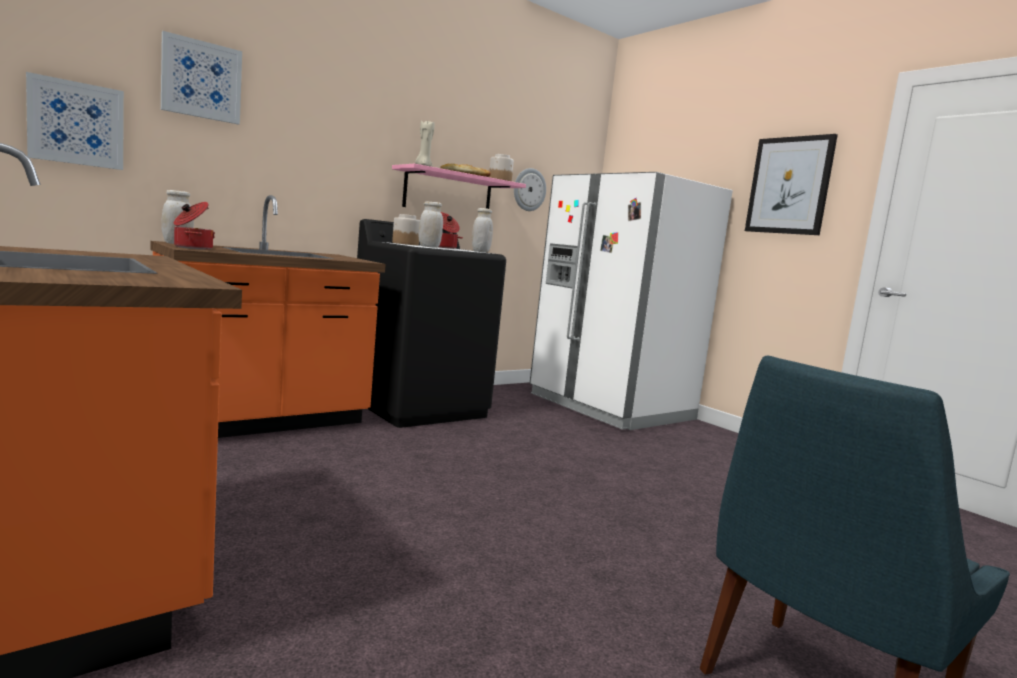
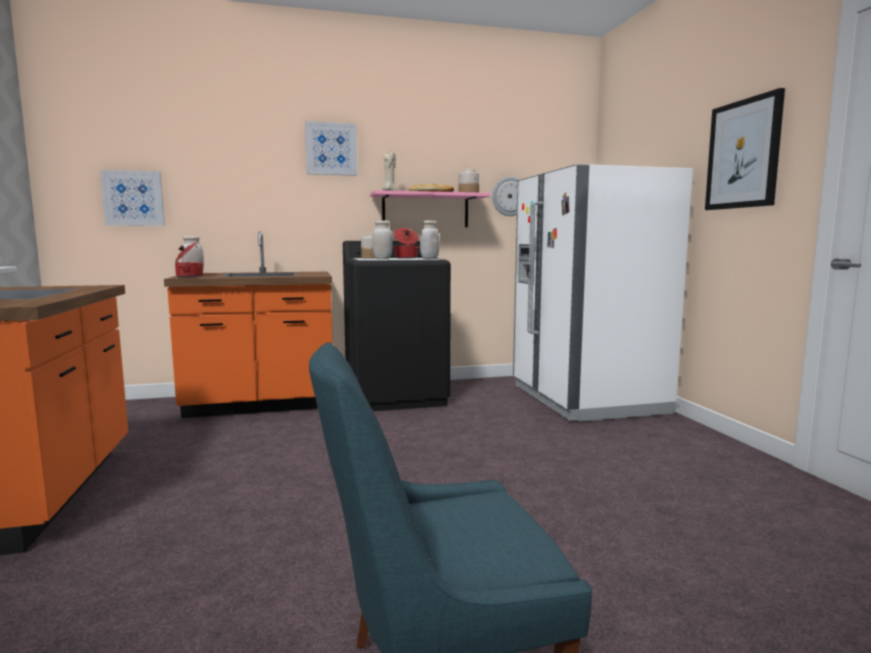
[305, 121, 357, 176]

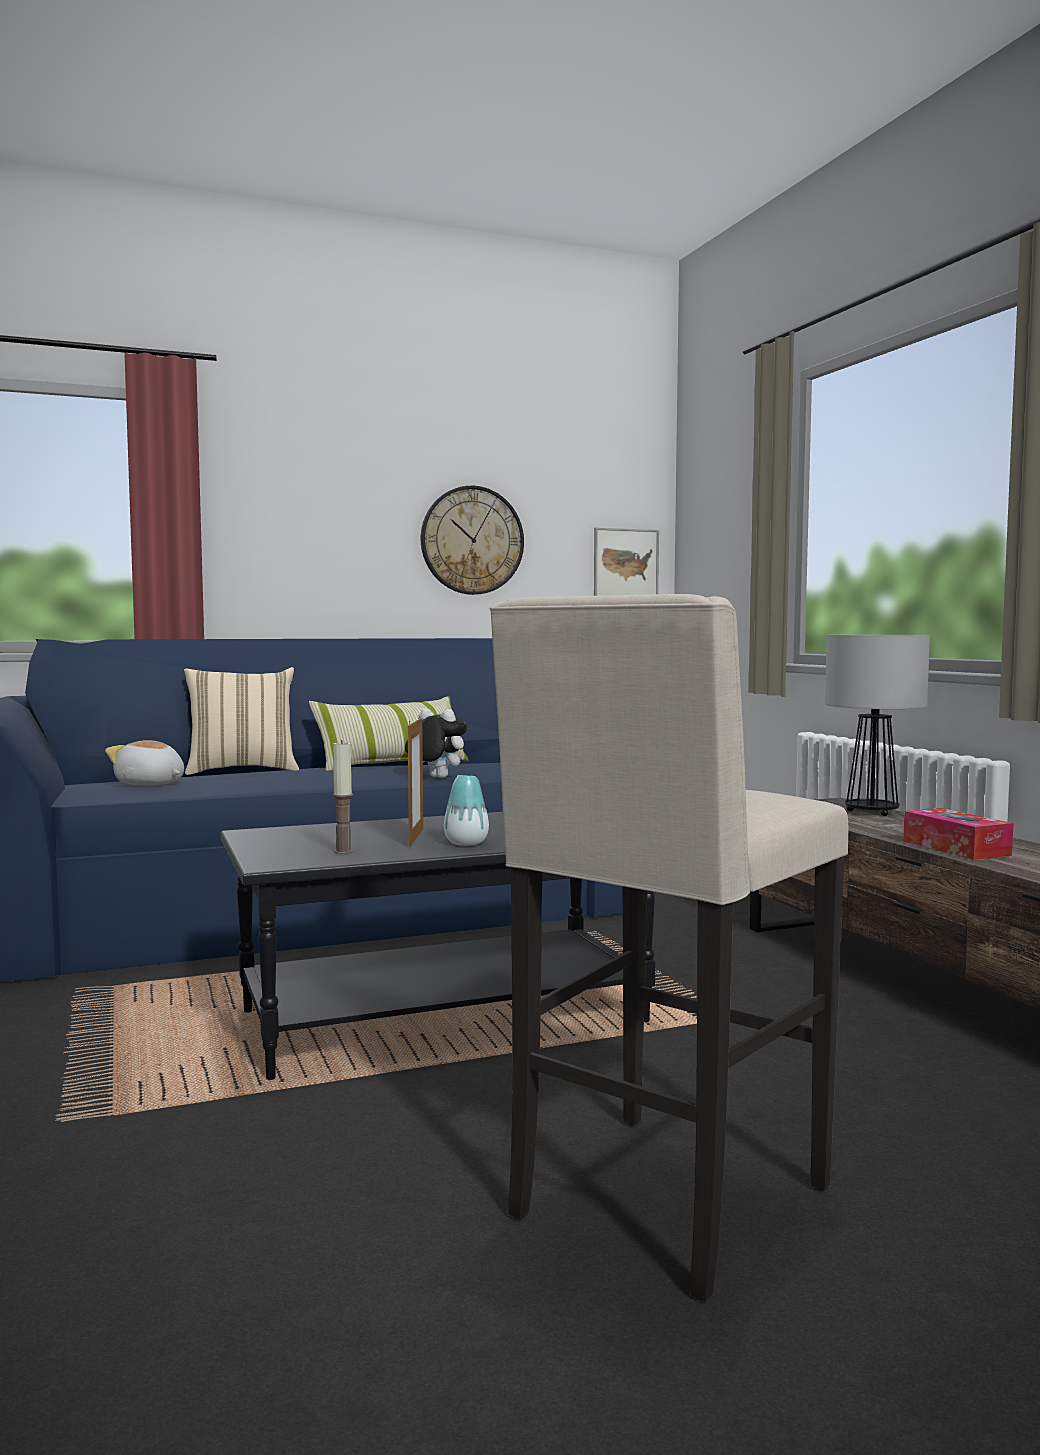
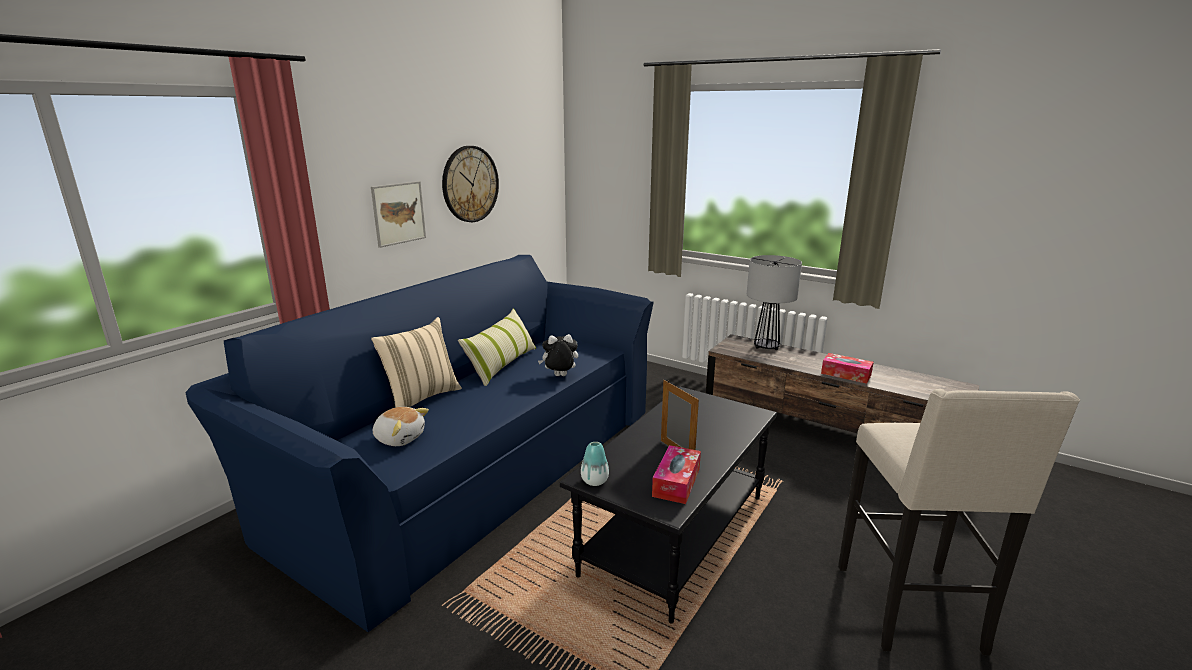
[373, 407, 429, 446]
[652, 445, 701, 504]
[581, 442, 609, 486]
[371, 181, 426, 248]

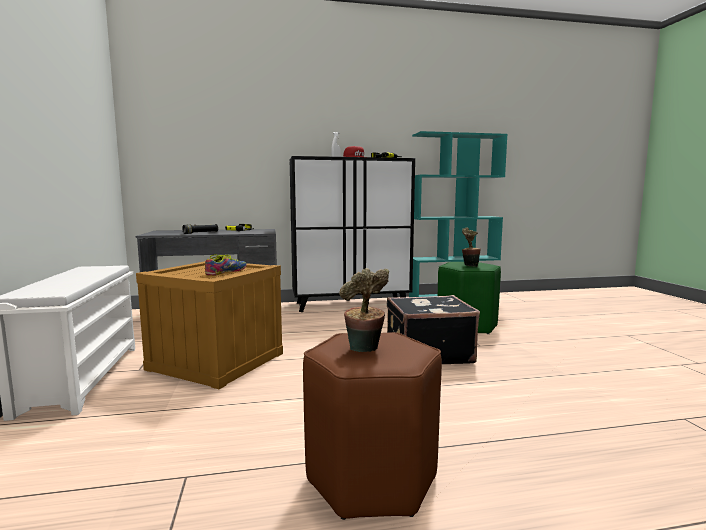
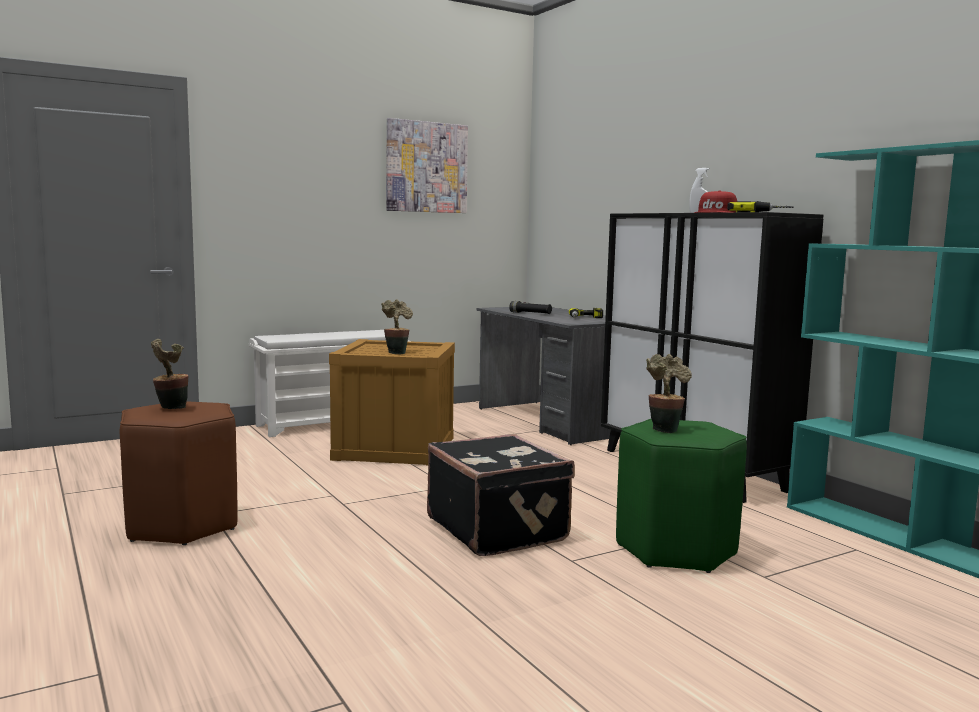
[381, 299, 413, 355]
[387, 118, 468, 213]

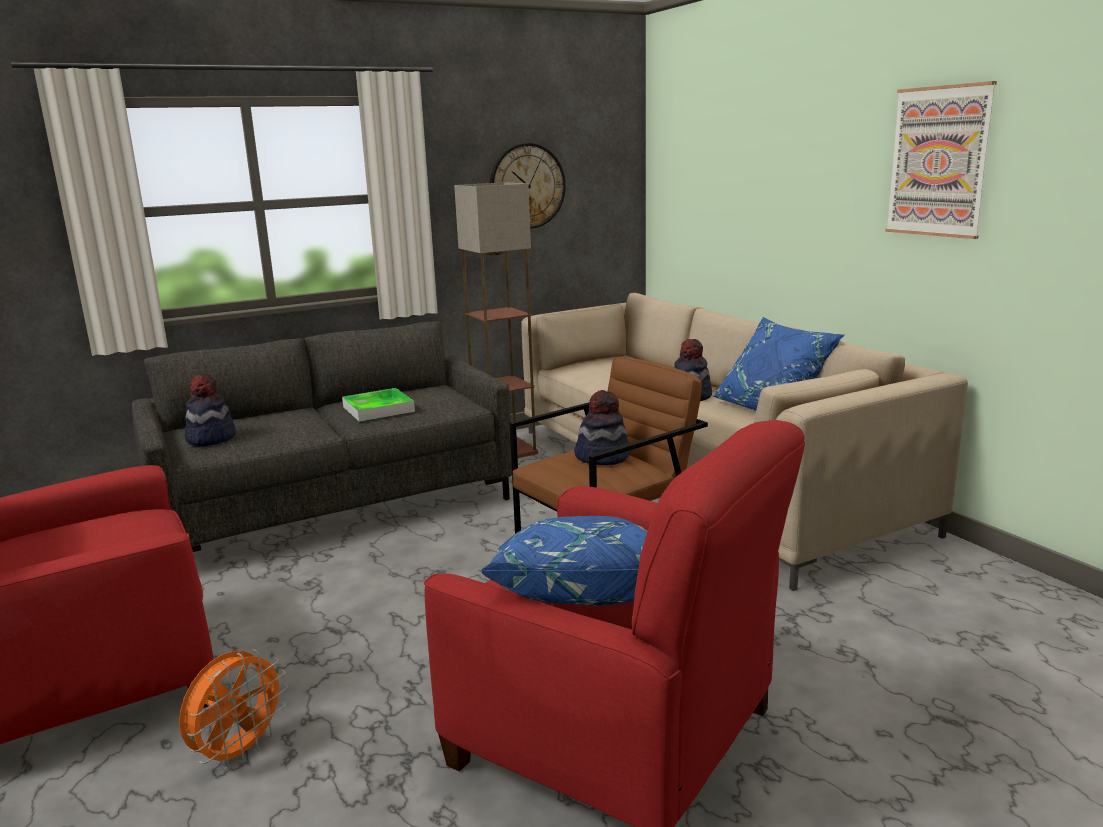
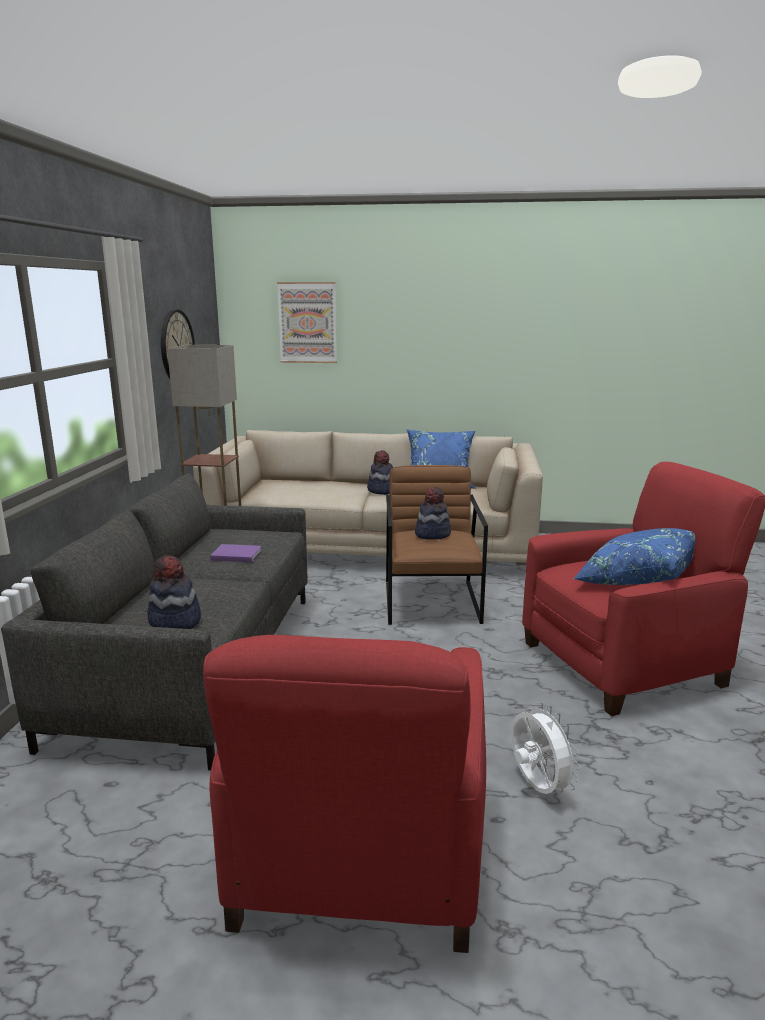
[511, 702, 581, 794]
[210, 544, 262, 562]
[277, 282, 337, 363]

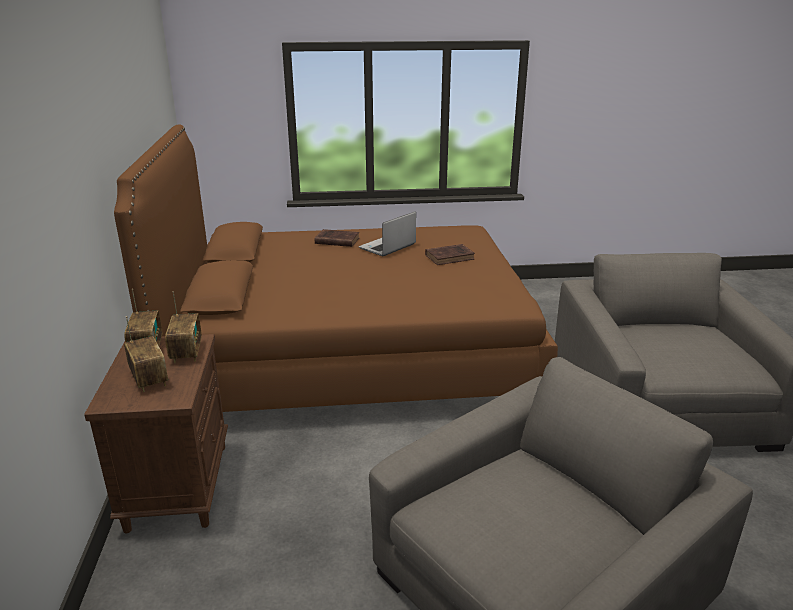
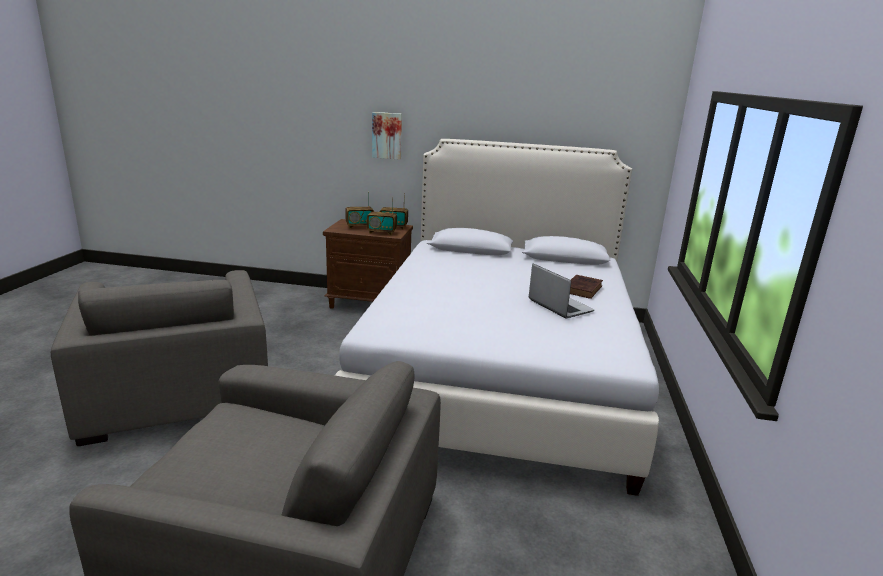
[335, 139, 659, 496]
[425, 244, 475, 265] (first image)
[372, 112, 402, 160]

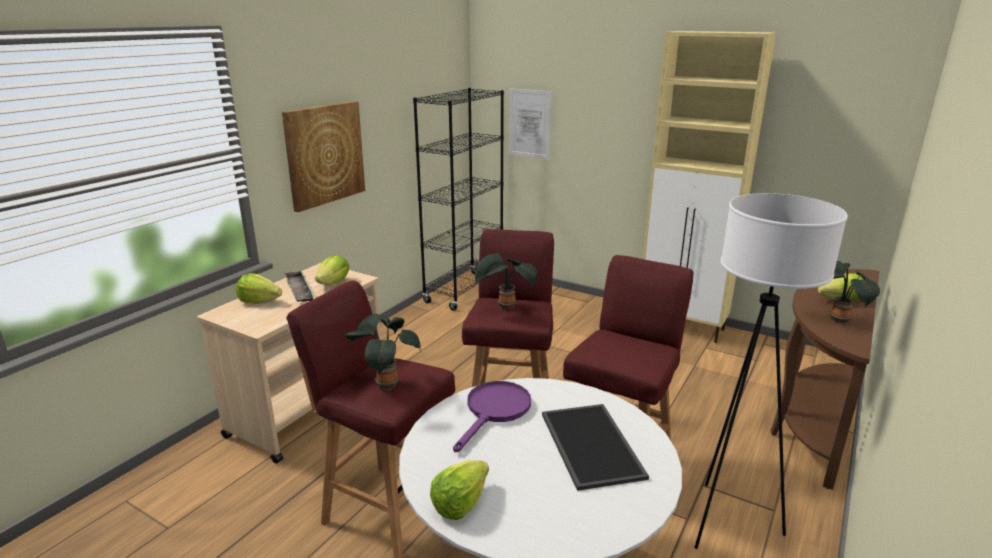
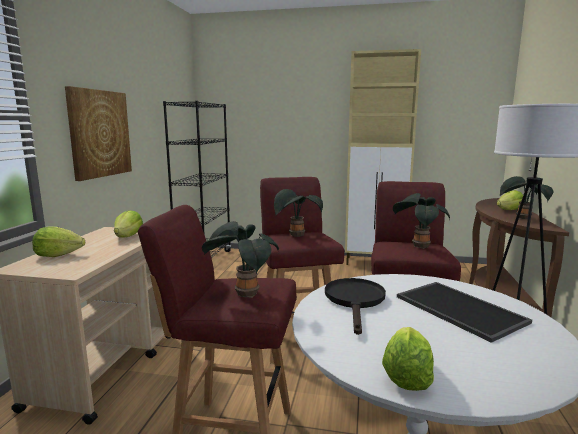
[283, 270, 316, 302] (first image)
[325, 278, 386, 335]
[509, 88, 552, 159] (first image)
[393, 193, 450, 249]

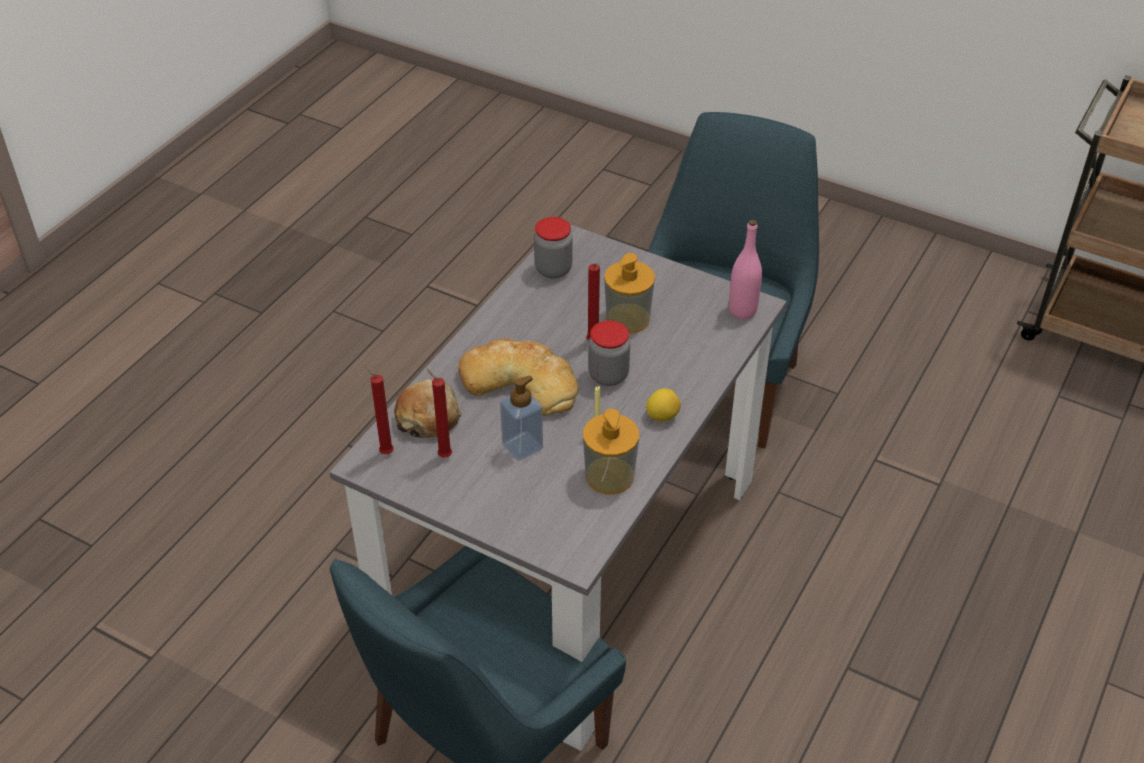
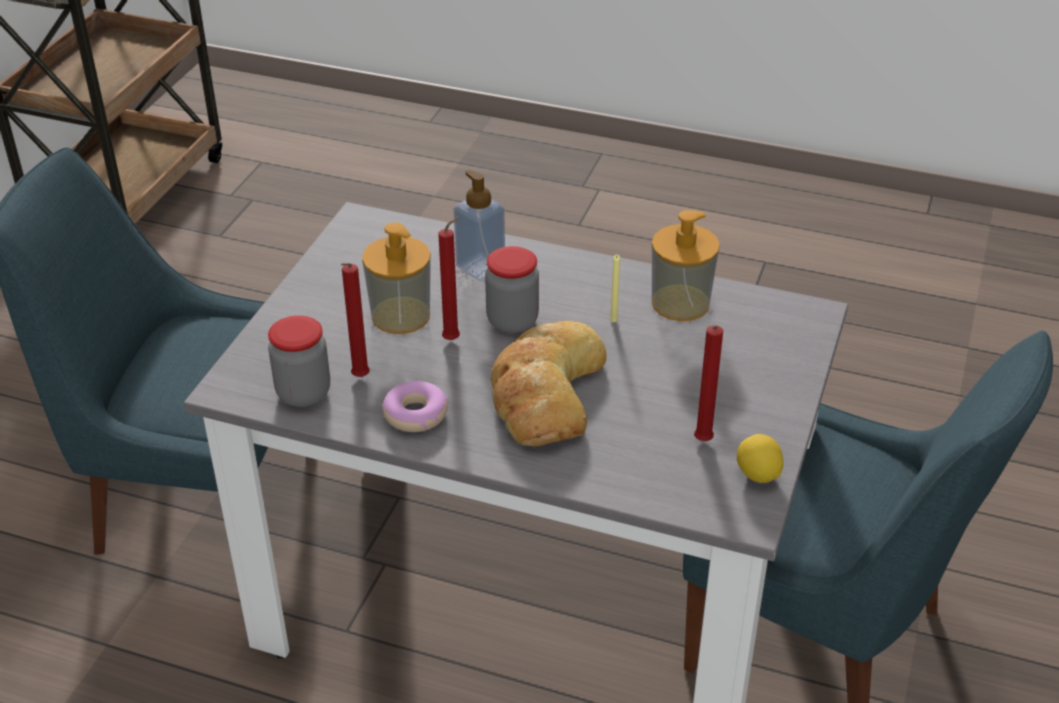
[341, 263, 370, 377]
[394, 378, 462, 438] (first image)
[454, 170, 505, 280]
[737, 434, 784, 483]
[729, 220, 762, 319] (first image)
[382, 381, 448, 432]

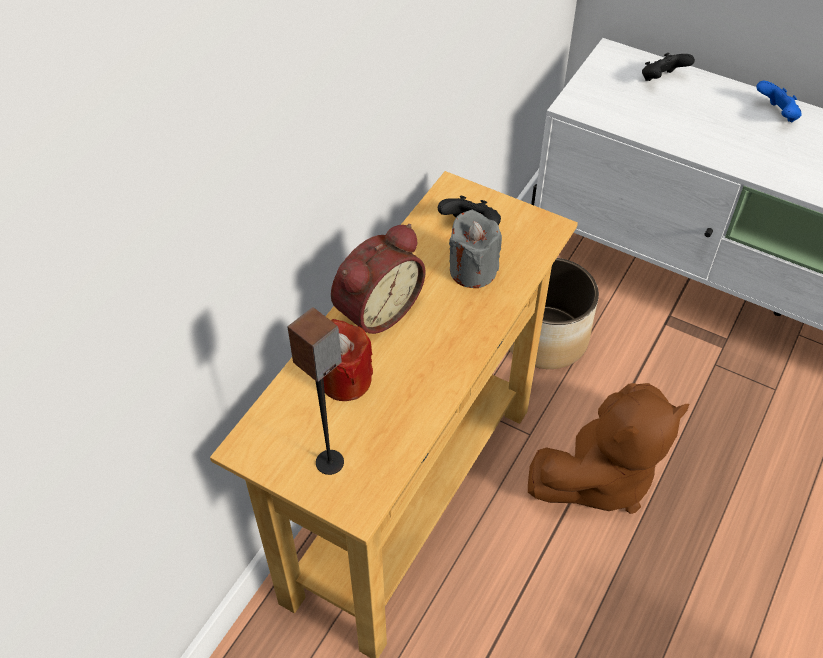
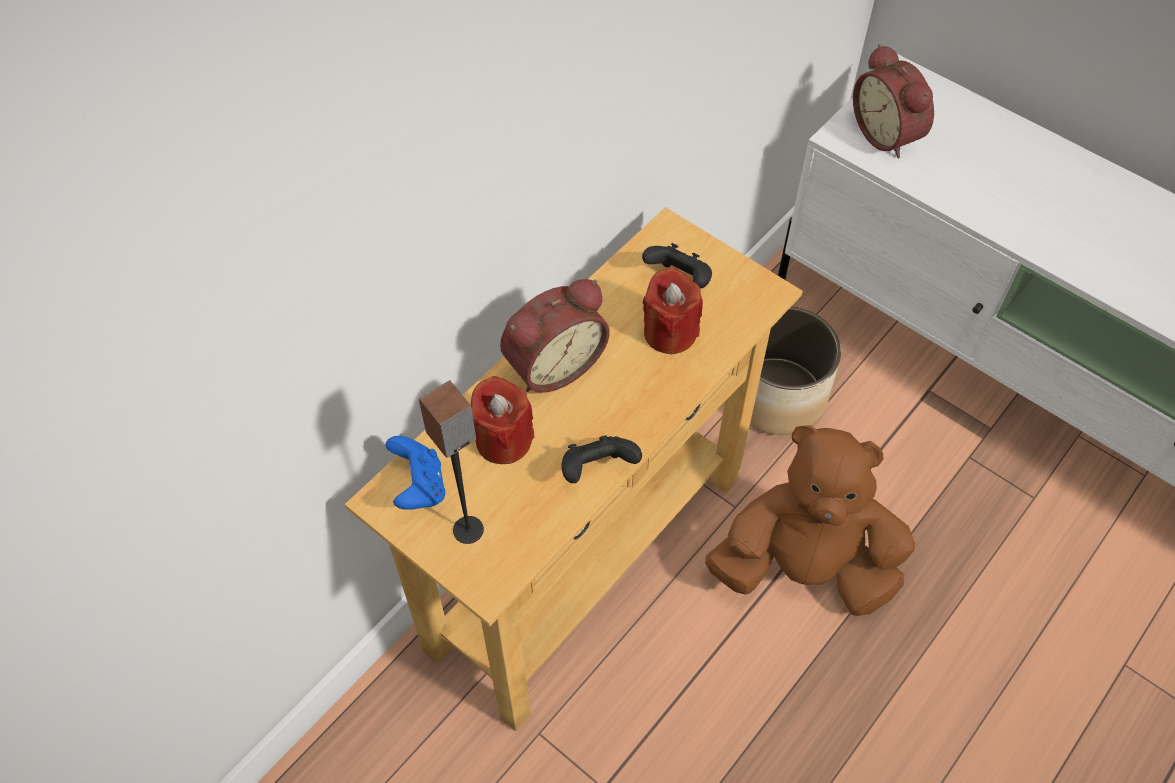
[643, 267, 703, 354]
[705, 425, 915, 616]
[561, 436, 642, 483]
[386, 436, 445, 510]
[853, 44, 934, 158]

